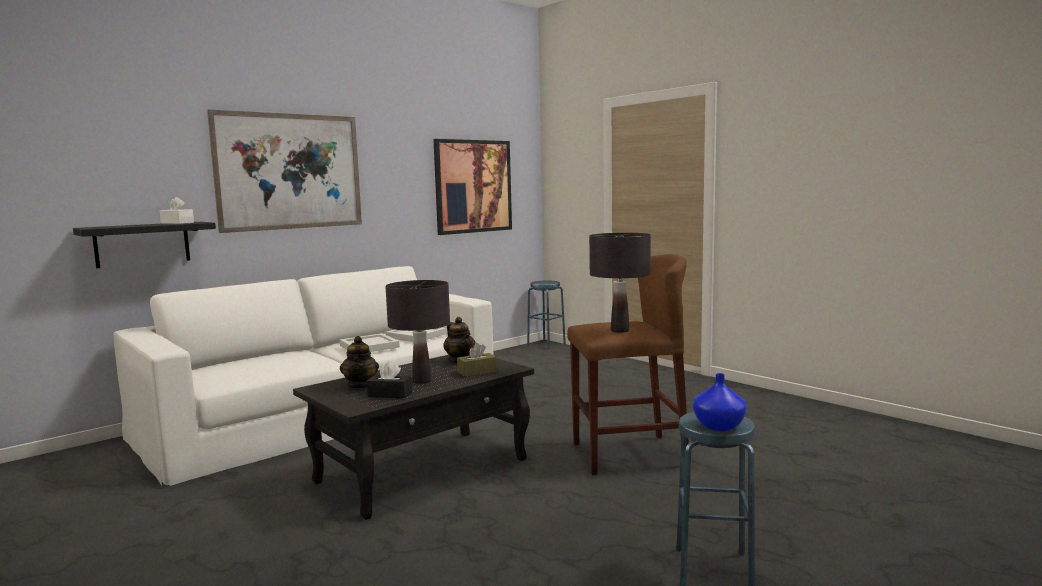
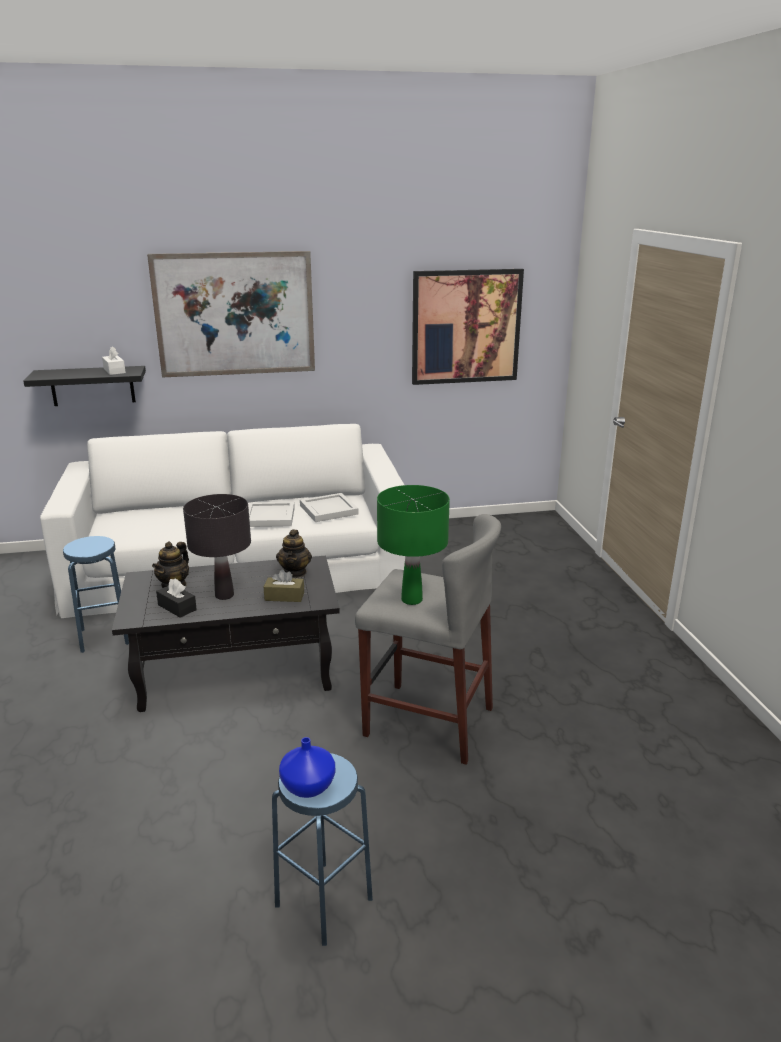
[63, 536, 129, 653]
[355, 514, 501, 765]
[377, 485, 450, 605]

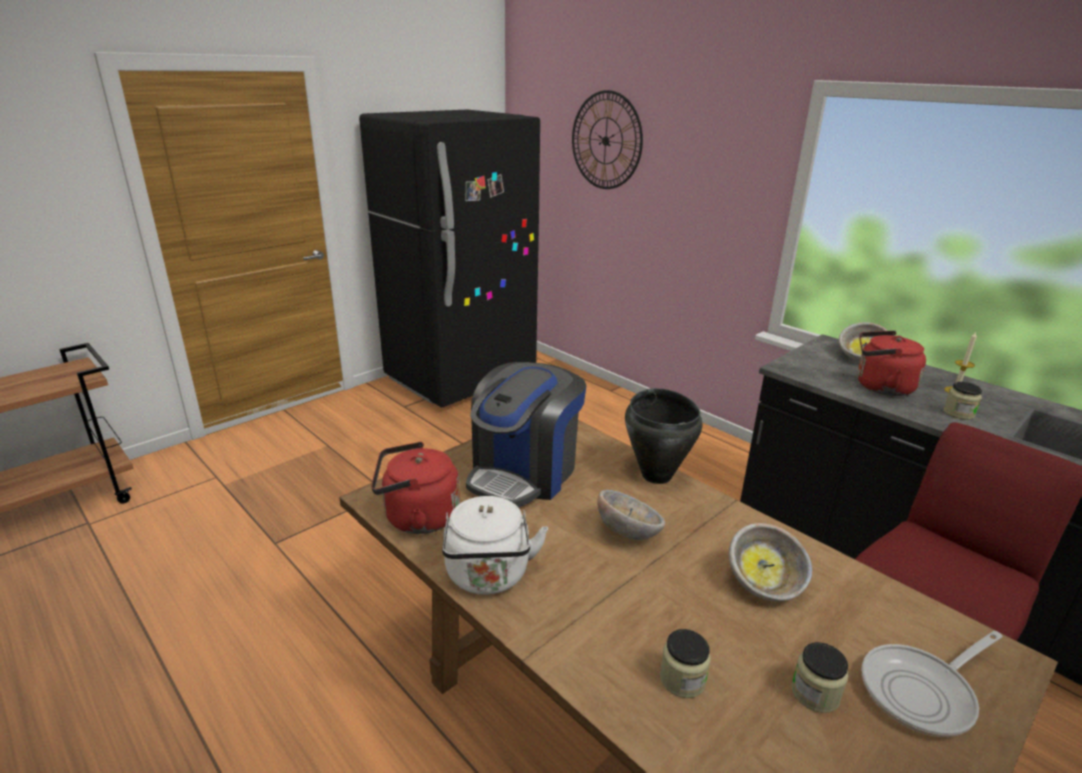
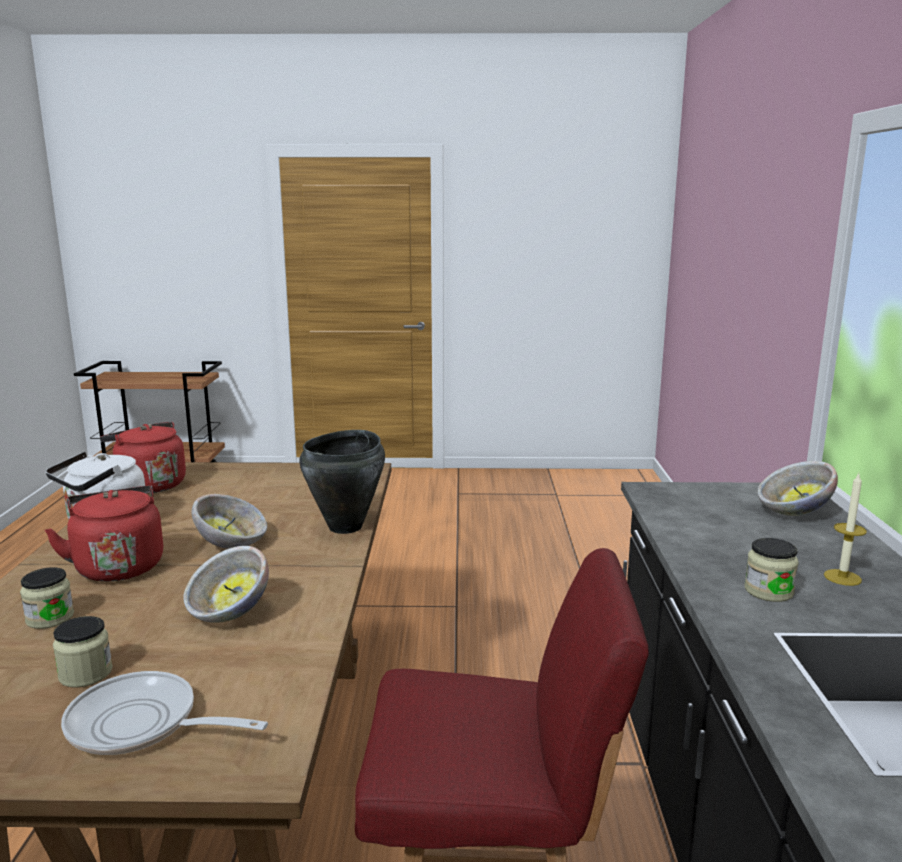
[359, 110, 540, 408] (first image)
[466, 362, 586, 507] (first image)
[572, 90, 643, 189] (first image)
[45, 485, 163, 582]

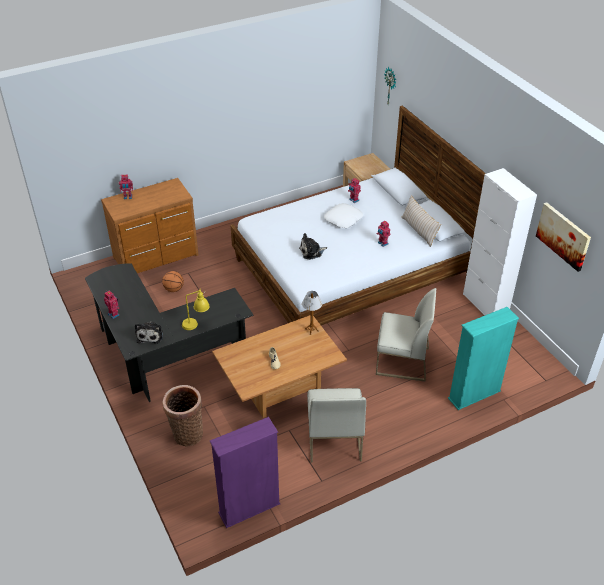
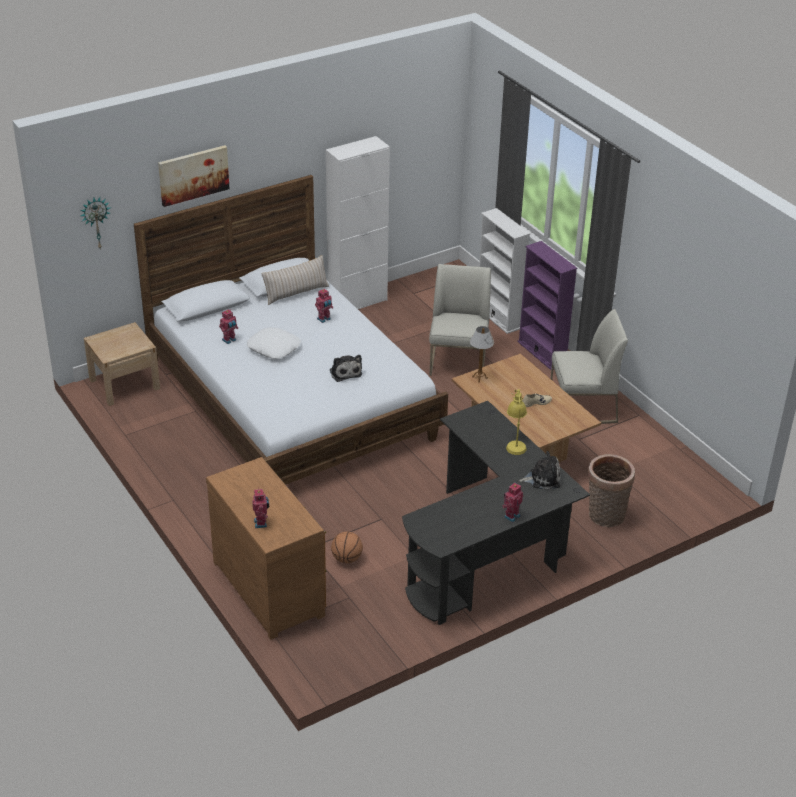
[517, 241, 577, 370]
[479, 208, 530, 334]
[158, 145, 229, 207]

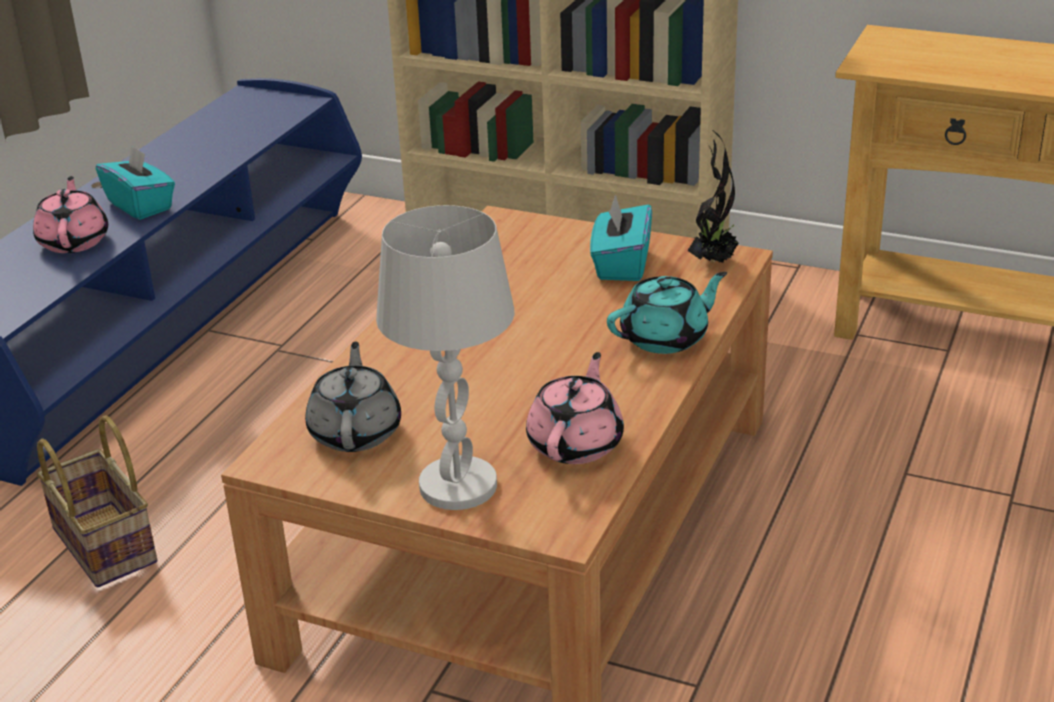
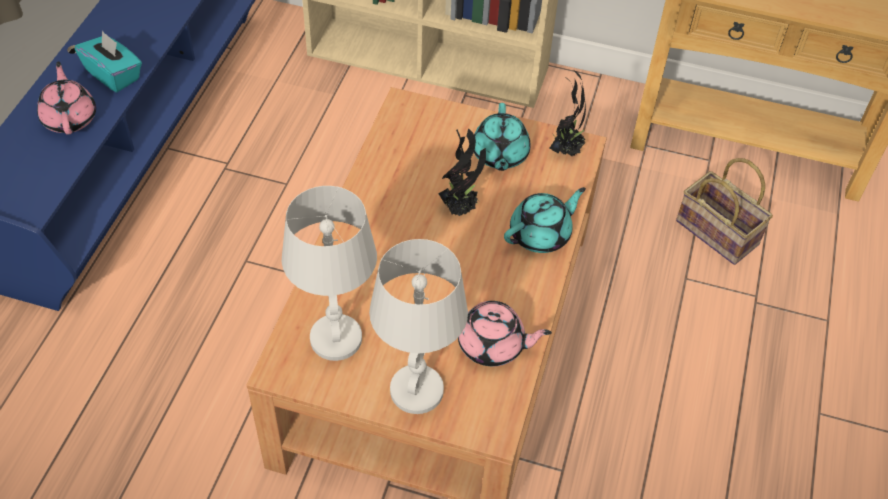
[676, 158, 773, 265]
[282, 186, 377, 361]
[458, 301, 552, 366]
[474, 103, 531, 171]
[438, 128, 486, 216]

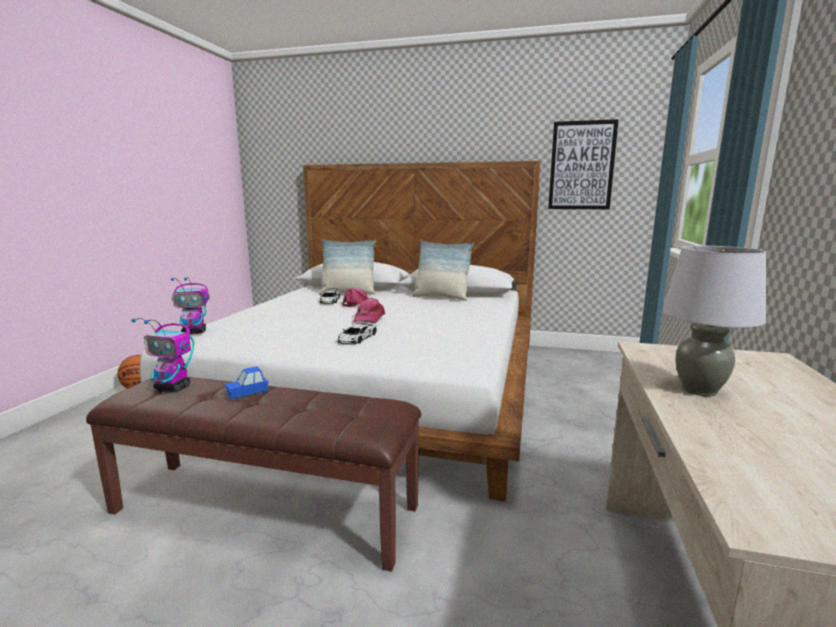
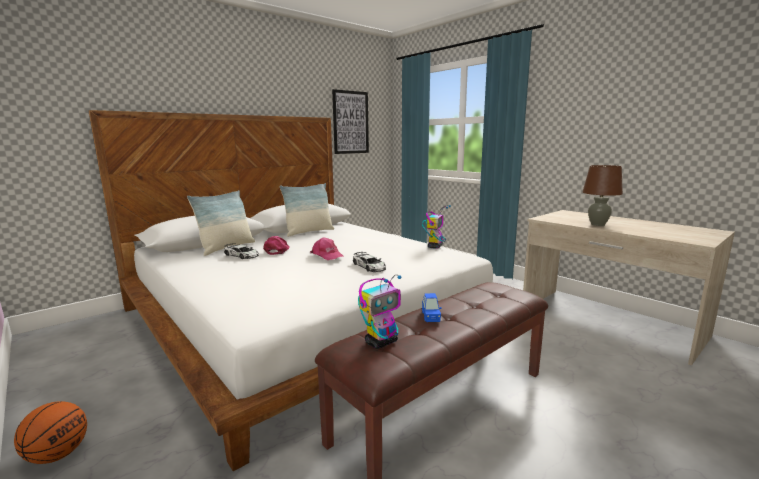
[422, 205, 451, 249]
[582, 165, 623, 226]

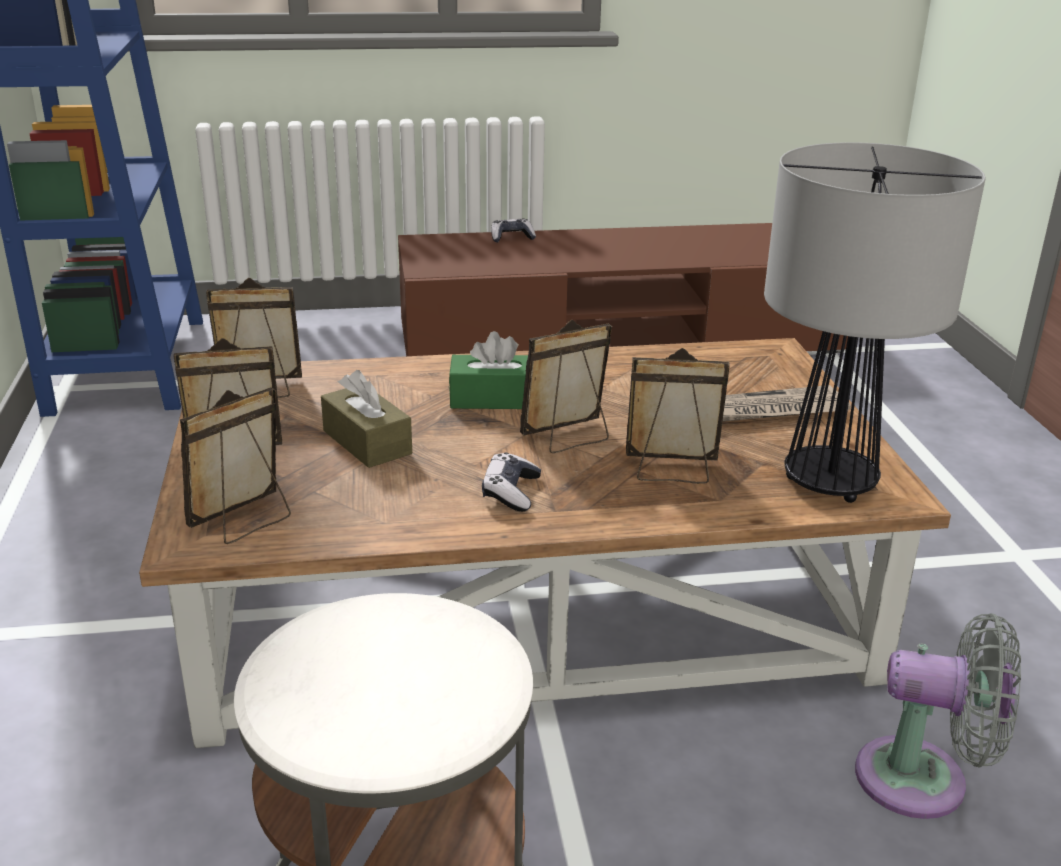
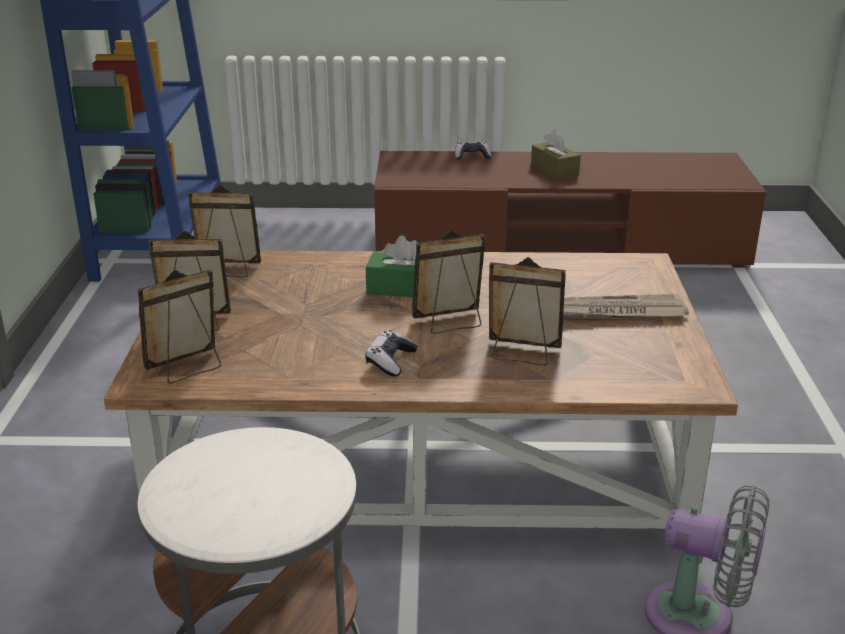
[531, 130, 581, 180]
[764, 142, 986, 503] (first image)

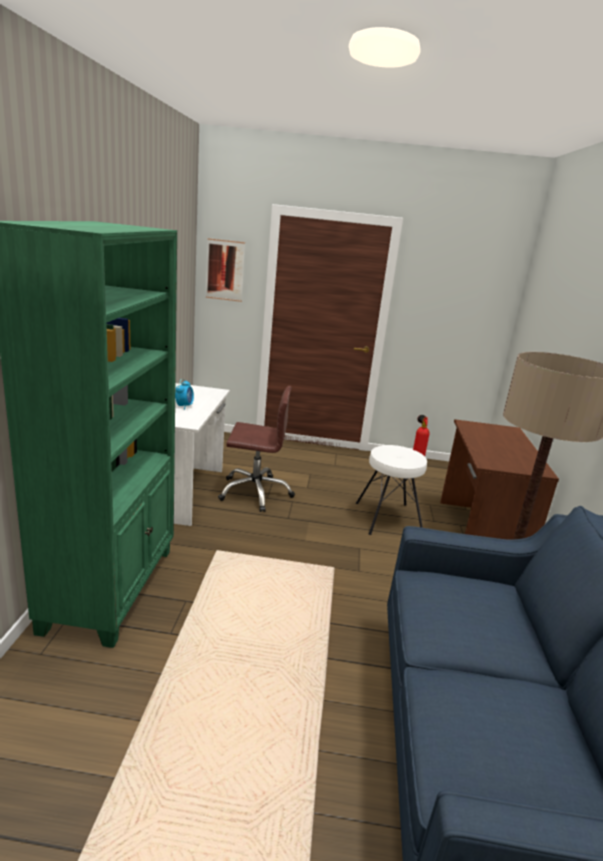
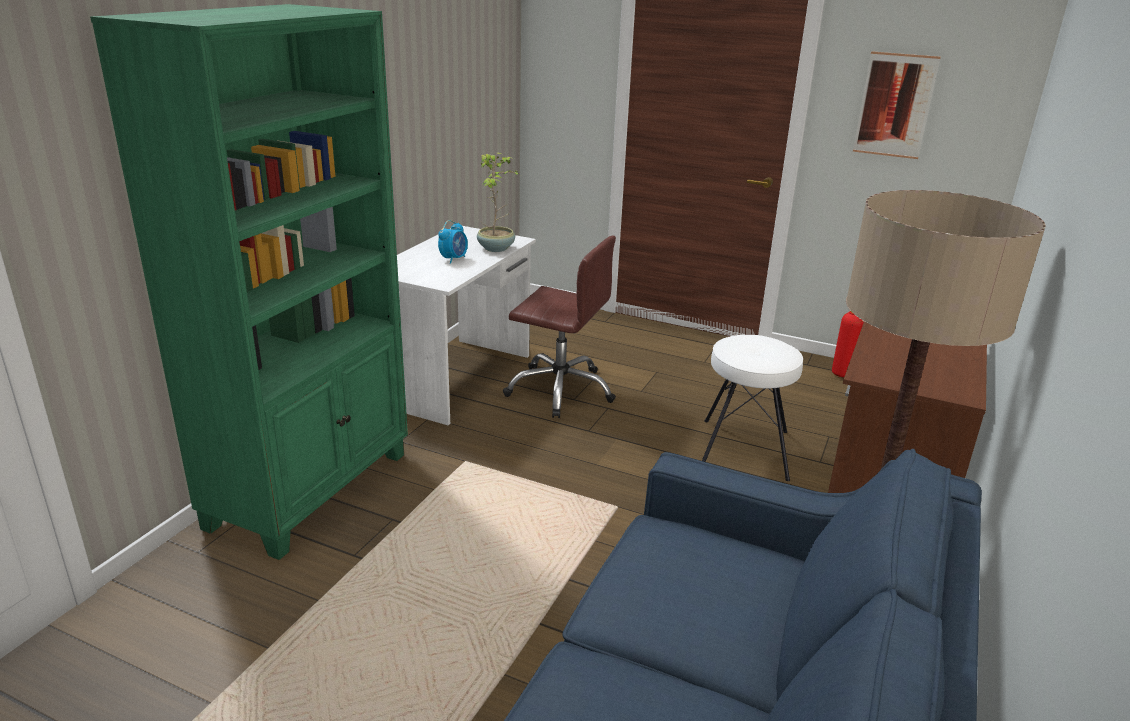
[853, 51, 941, 159]
[477, 153, 519, 252]

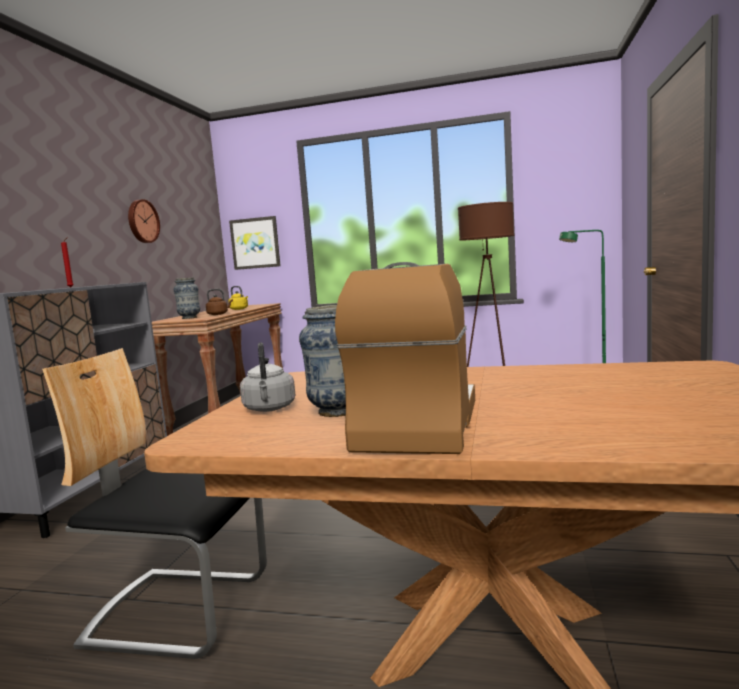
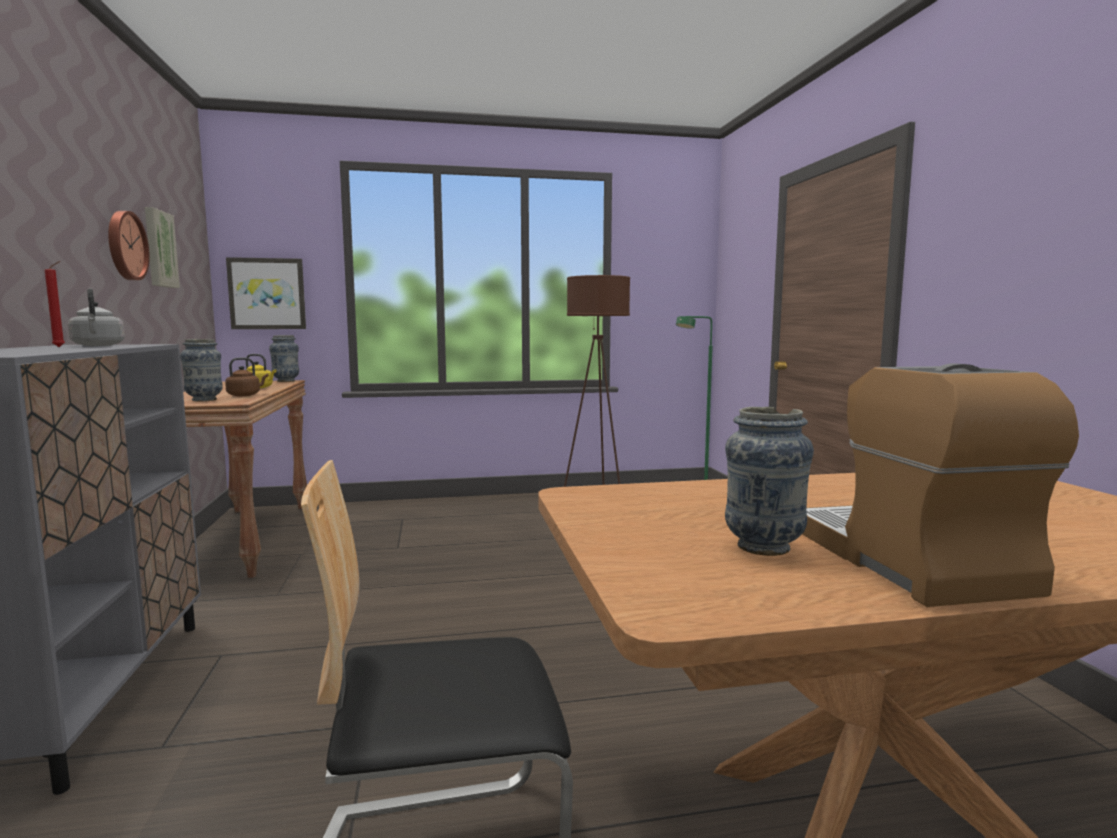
[68, 288, 125, 346]
[145, 207, 180, 288]
[269, 335, 299, 382]

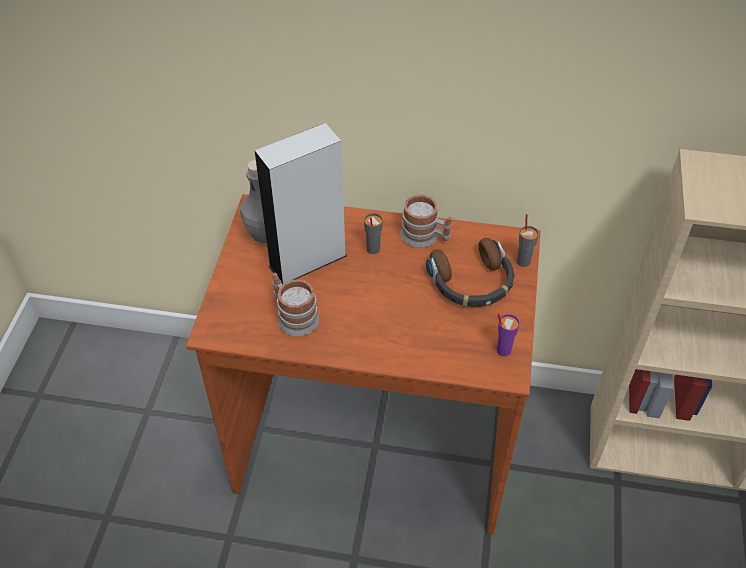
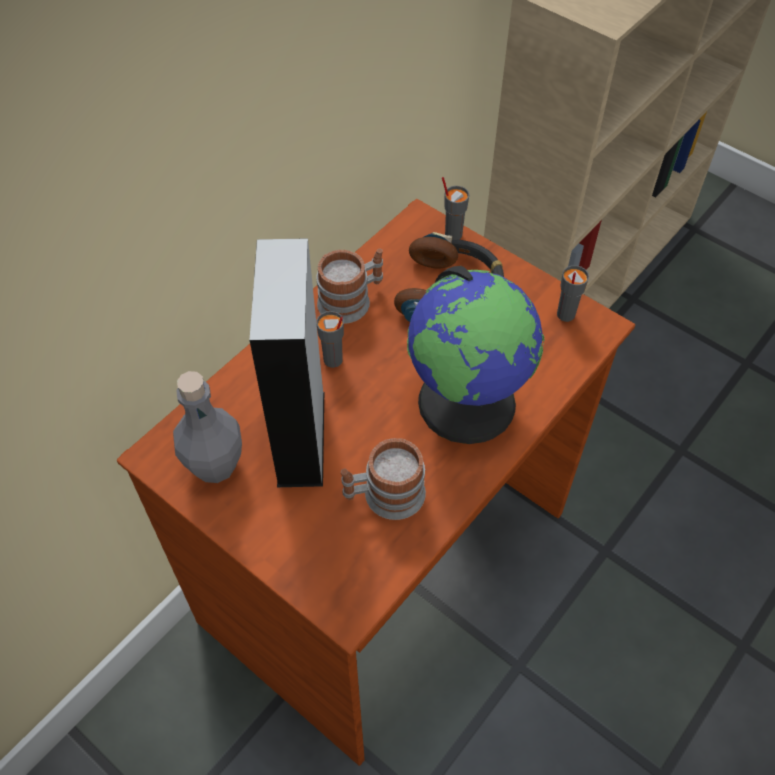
[557, 265, 589, 322]
[407, 266, 544, 444]

